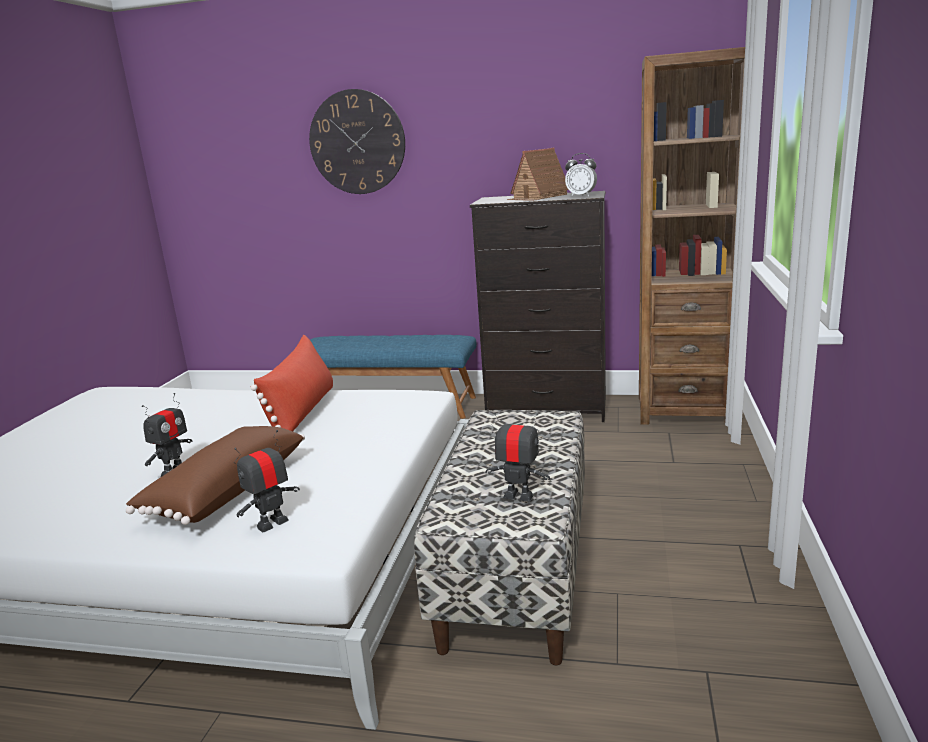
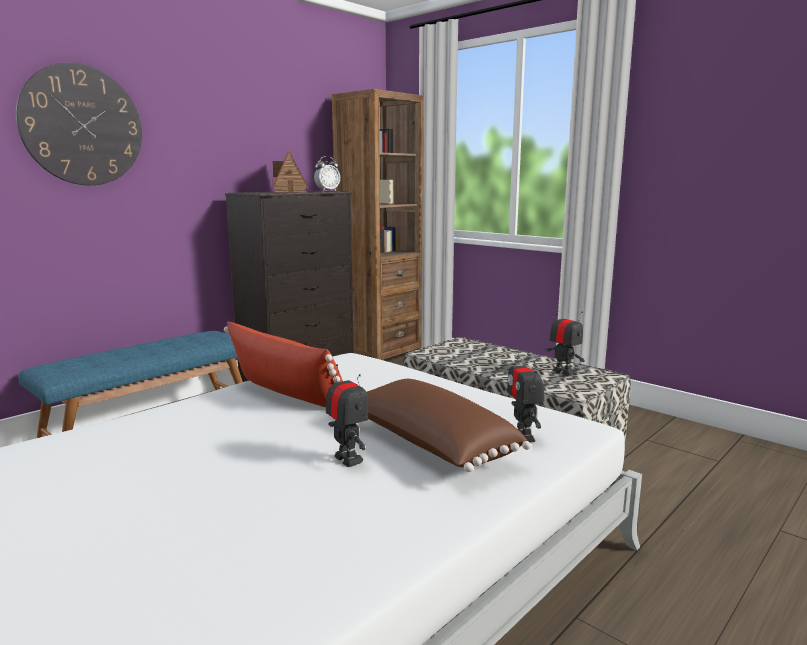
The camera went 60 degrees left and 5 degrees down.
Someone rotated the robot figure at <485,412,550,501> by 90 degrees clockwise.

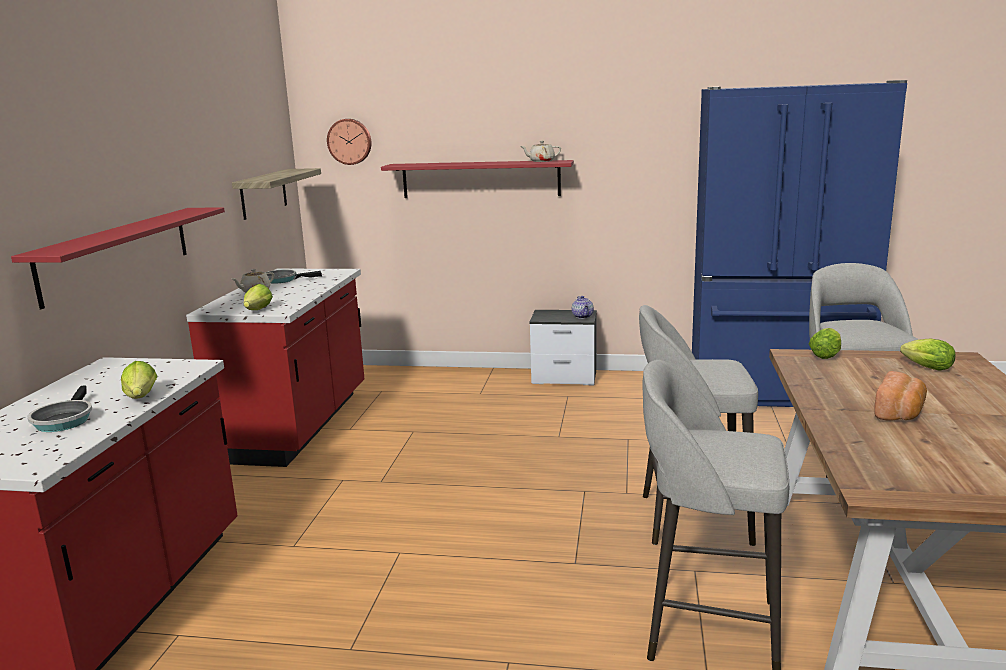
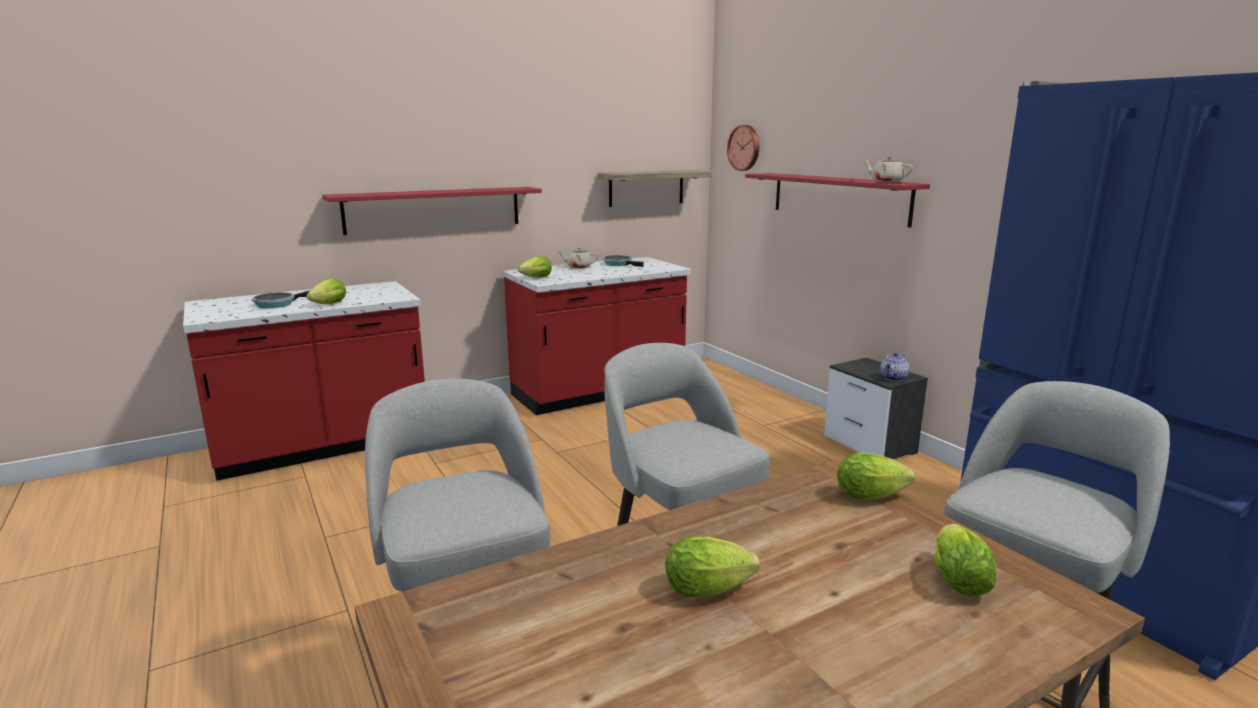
The camera went 50 degrees right and 0 degrees up.
Someone swapped the bread at <874,371,927,420> for the lettuce at <666,536,760,597>.

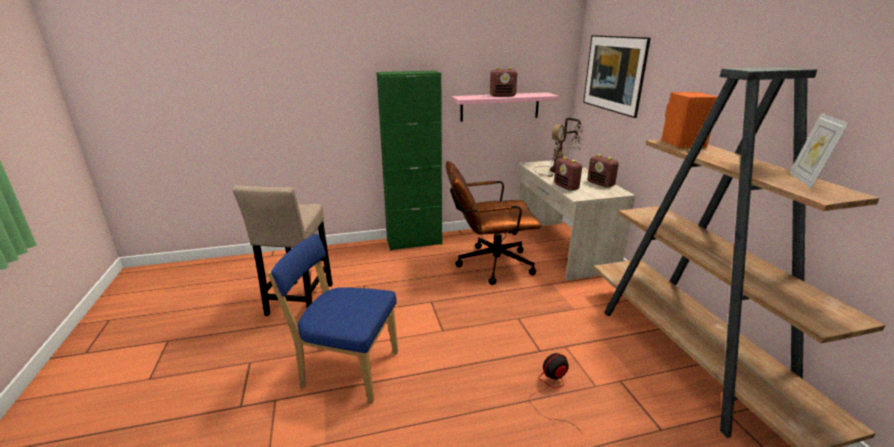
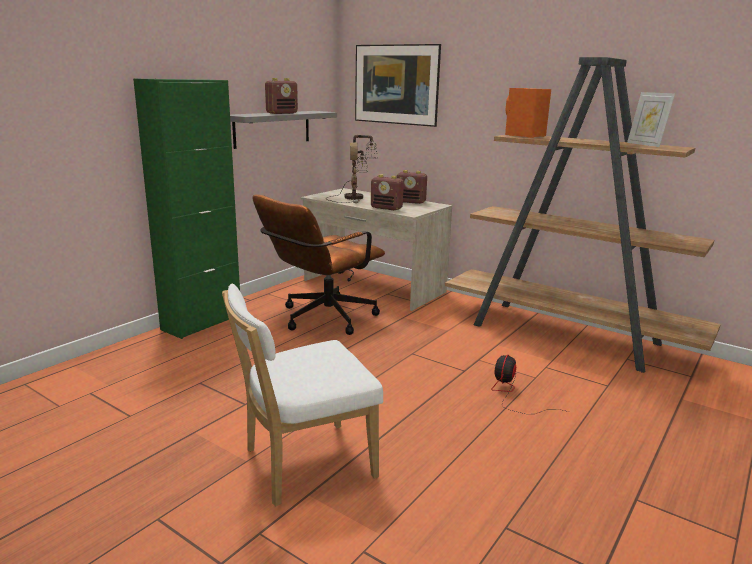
The camera went 40 degrees left and 5 degrees down.
Someone took away the stool seat (beige) at <233,185,333,316>.
Someone repainted the plain chair (bluish) at <267,233,398,403>, which became the plain chair (whitish) at <222,284,383,506>.
Someone repainted the shelf (pinkish) at <452,92,559,122>, which became the shelf (grey) at <230,111,337,149>.

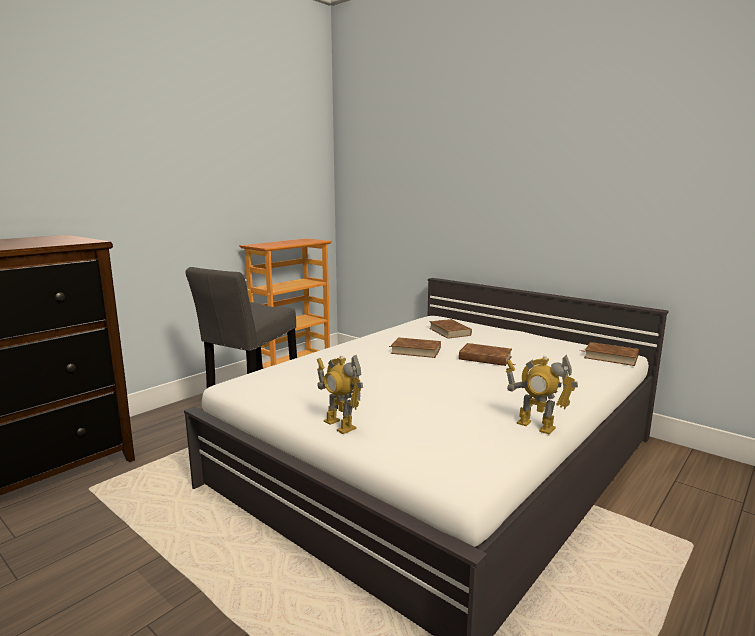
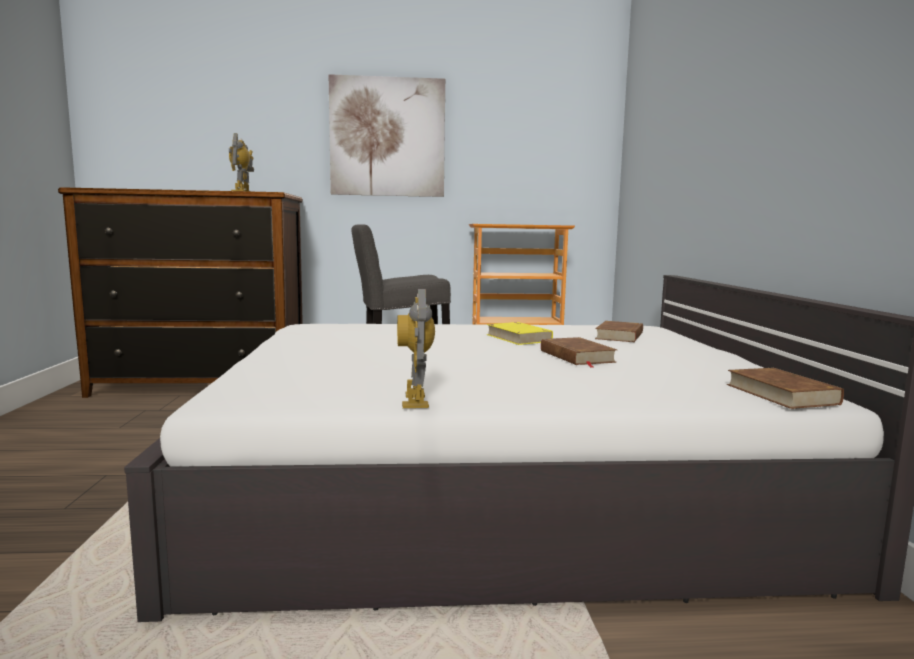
The camera went 45 degrees right and 5 degrees down.
Someone put up the wall art at <329,74,445,197>.
Someone carried the robot figure from <317,355,363,434> to <229,133,254,192>.
Someone repainted the bound book (brown) at <389,337,441,358>, which became the bound book (yellow) at <486,322,553,345>.

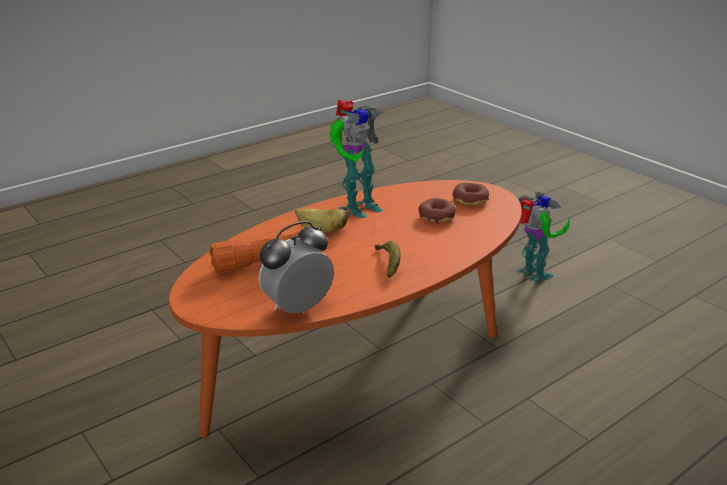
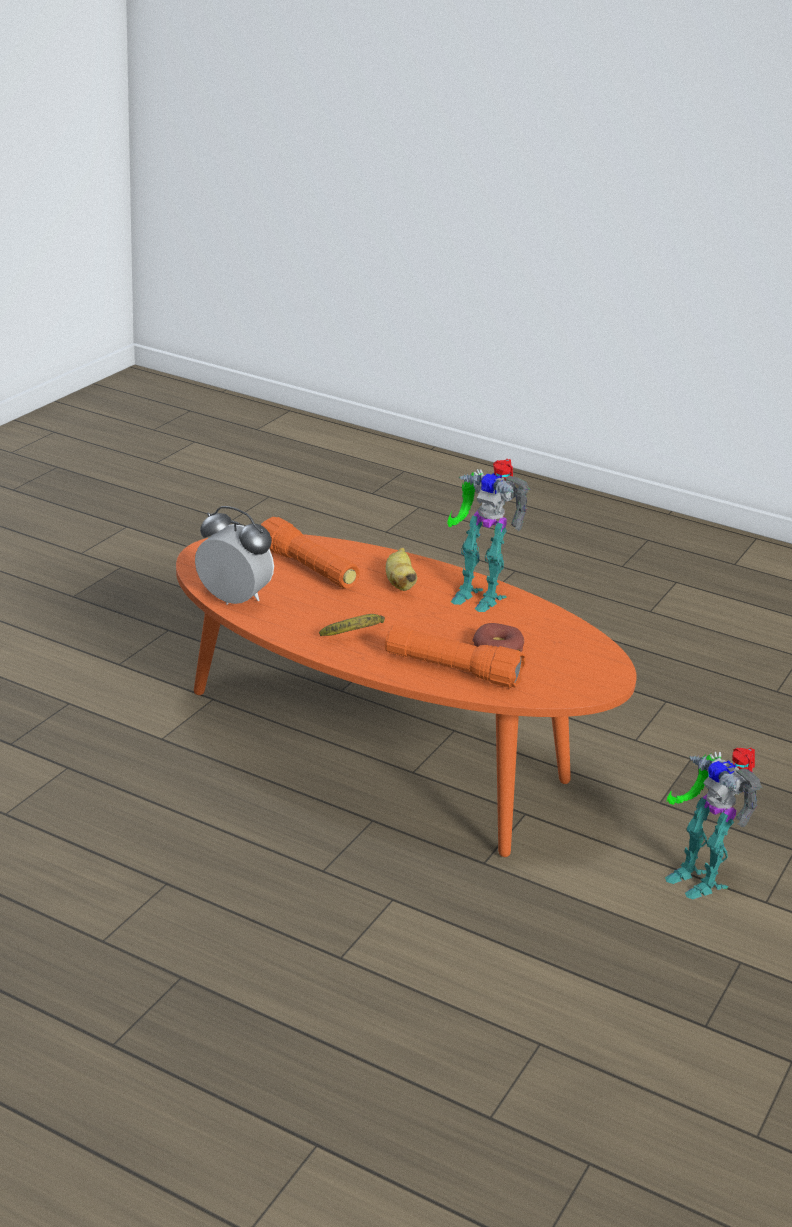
The camera went 65 degrees right and 0 degrees up.
Someone took away the donut at <452,183,489,206>.
Someone put down the hand torch (orange) at <385,625,526,688>.
Someone rotated the robot figure at <516,192,570,284> by 105 degrees clockwise.

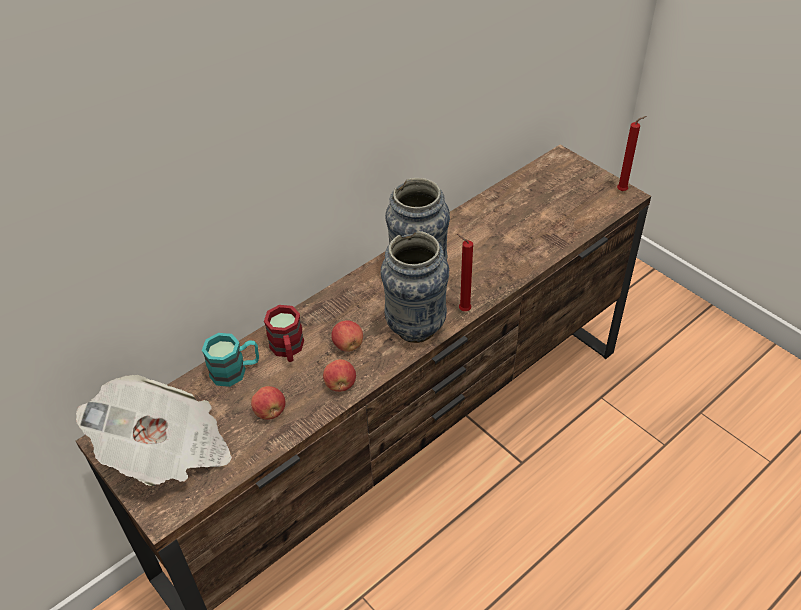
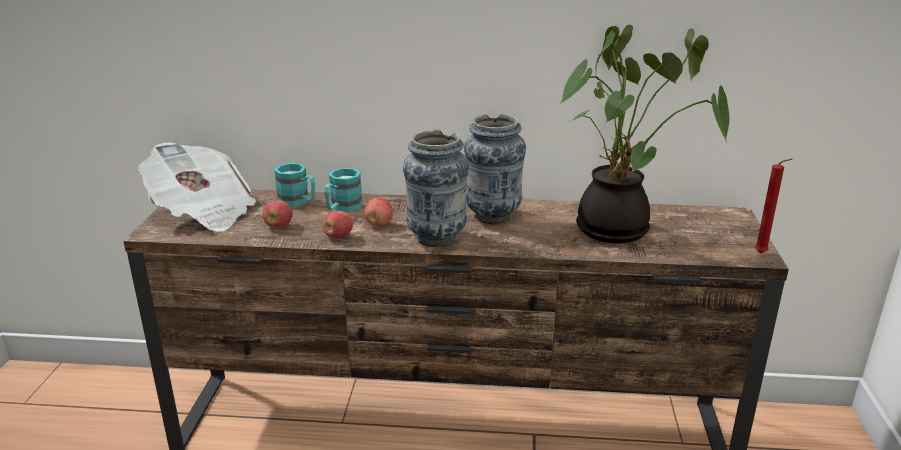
The camera went 45 degrees right and 20 degrees down.
Someone took away the candle (reddish) at <457,234,473,311>.
Someone put down the houseplant at <560,24,730,243>.
Someone repainted the mug (reddish) at <264,305,304,362>, which became the mug (turquoise) at <324,168,363,212>.

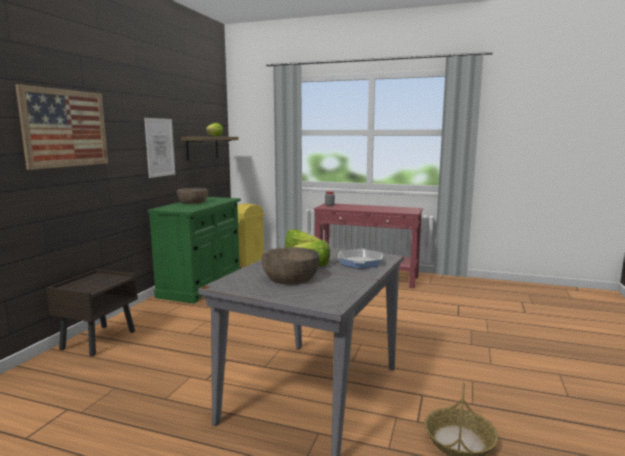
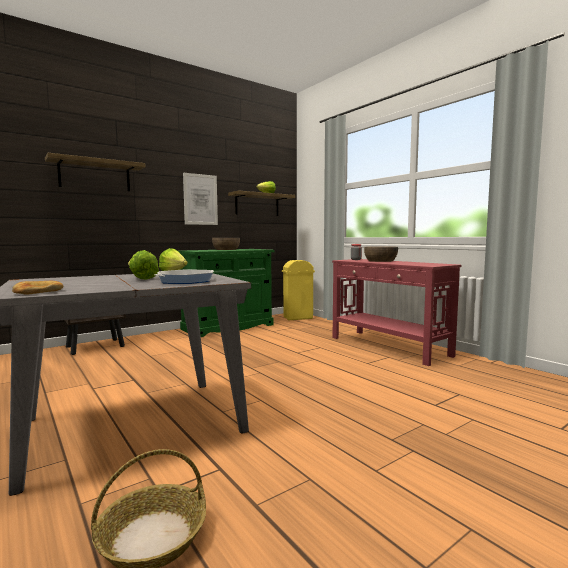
The camera went 35 degrees right and 5 degrees down.
Someone put down the bread at <12,281,63,295>.
Someone carried the deep dish (brown) from <262,247,319,285> to <364,246,398,262>.
Someone swapped the wall art at <15,84,108,170> for the shelf at <45,153,146,191>.

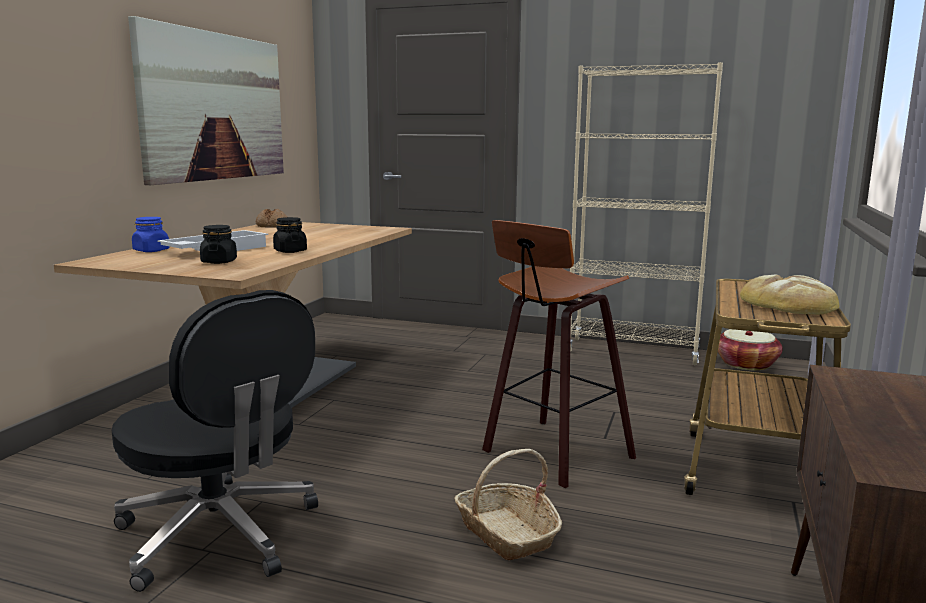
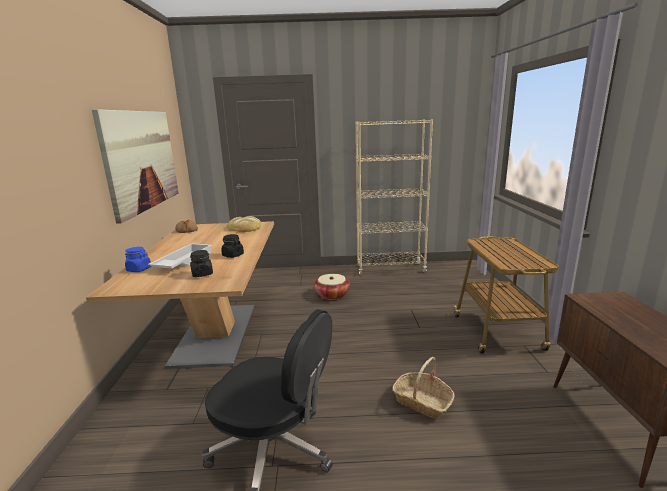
The camera went 20 degrees left and 5 degrees up.
Someone took away the stool seat at <482,220,636,488>.
Someone carried the basket from <718,329,783,370> to <314,274,350,300>.
Someone carried the bread from <740,274,839,315> to <227,216,261,232>.

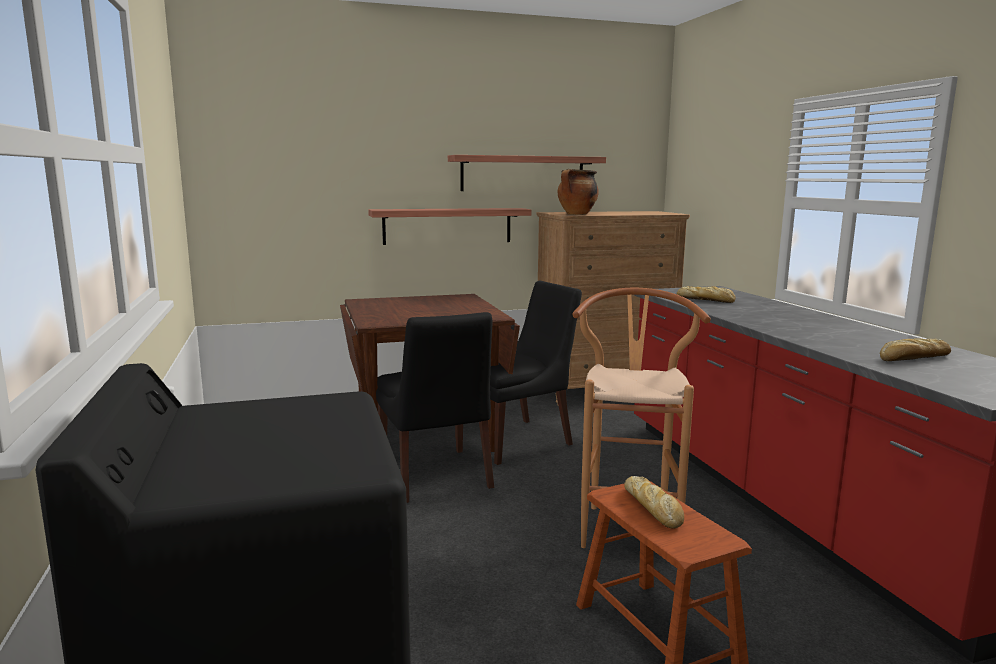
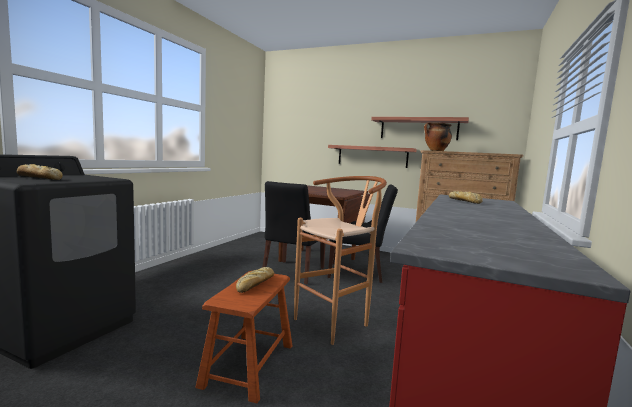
The camera went 40 degrees right and 5 degrees down.
Someone carried the bread from <880,338,951,361> to <17,164,63,180>.

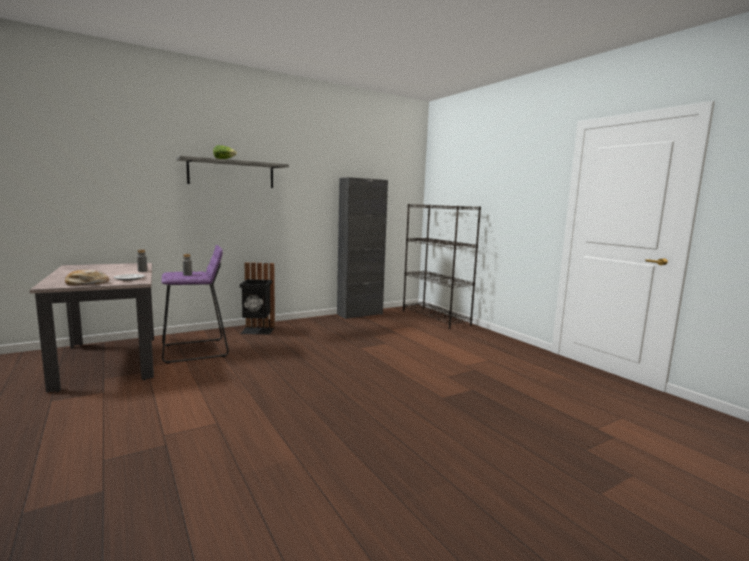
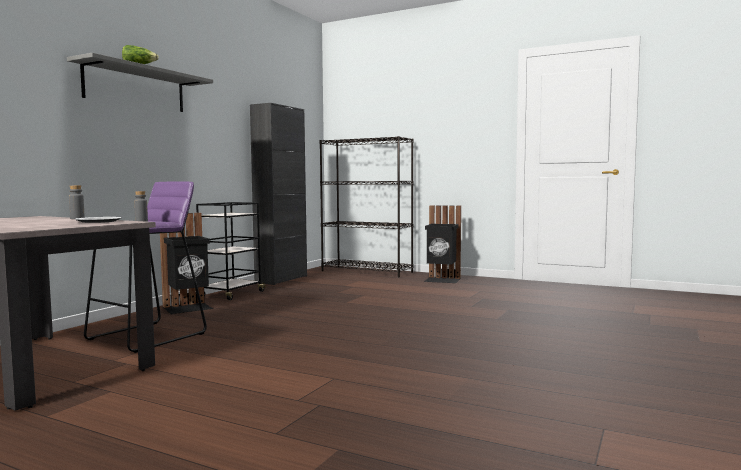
The camera went 30 degrees left and 5 degrees down.
Someone took away the bread at <65,270,109,285>.
Someone put down the trolley (black) at <196,202,266,300>.
Someone put down the waste bin (black) at <424,205,461,283>.

